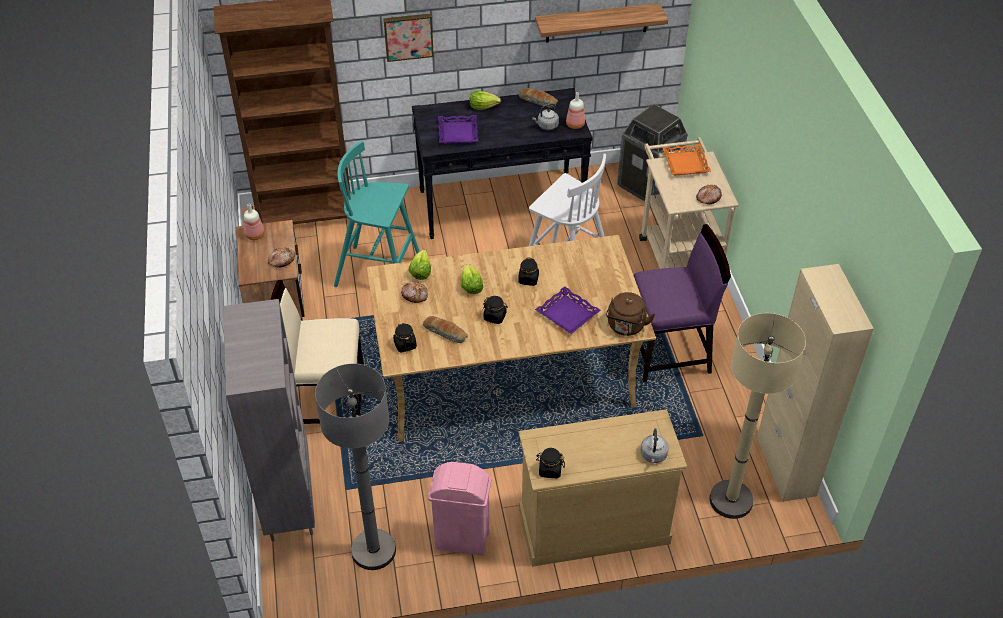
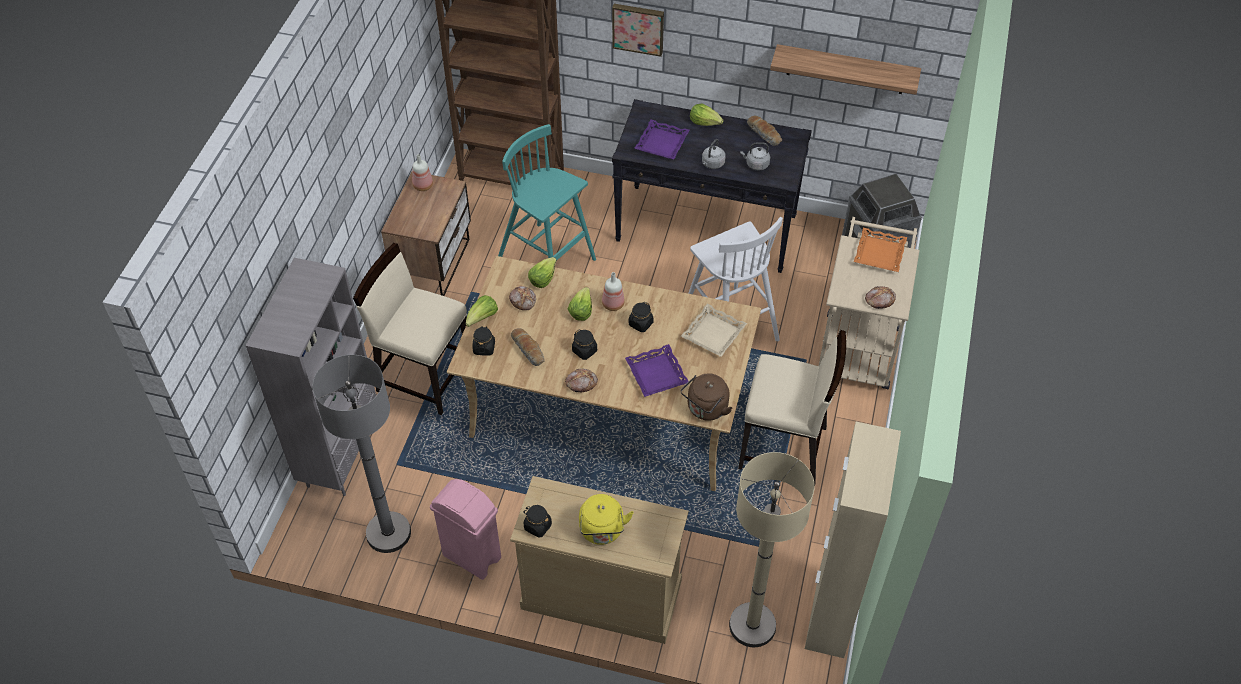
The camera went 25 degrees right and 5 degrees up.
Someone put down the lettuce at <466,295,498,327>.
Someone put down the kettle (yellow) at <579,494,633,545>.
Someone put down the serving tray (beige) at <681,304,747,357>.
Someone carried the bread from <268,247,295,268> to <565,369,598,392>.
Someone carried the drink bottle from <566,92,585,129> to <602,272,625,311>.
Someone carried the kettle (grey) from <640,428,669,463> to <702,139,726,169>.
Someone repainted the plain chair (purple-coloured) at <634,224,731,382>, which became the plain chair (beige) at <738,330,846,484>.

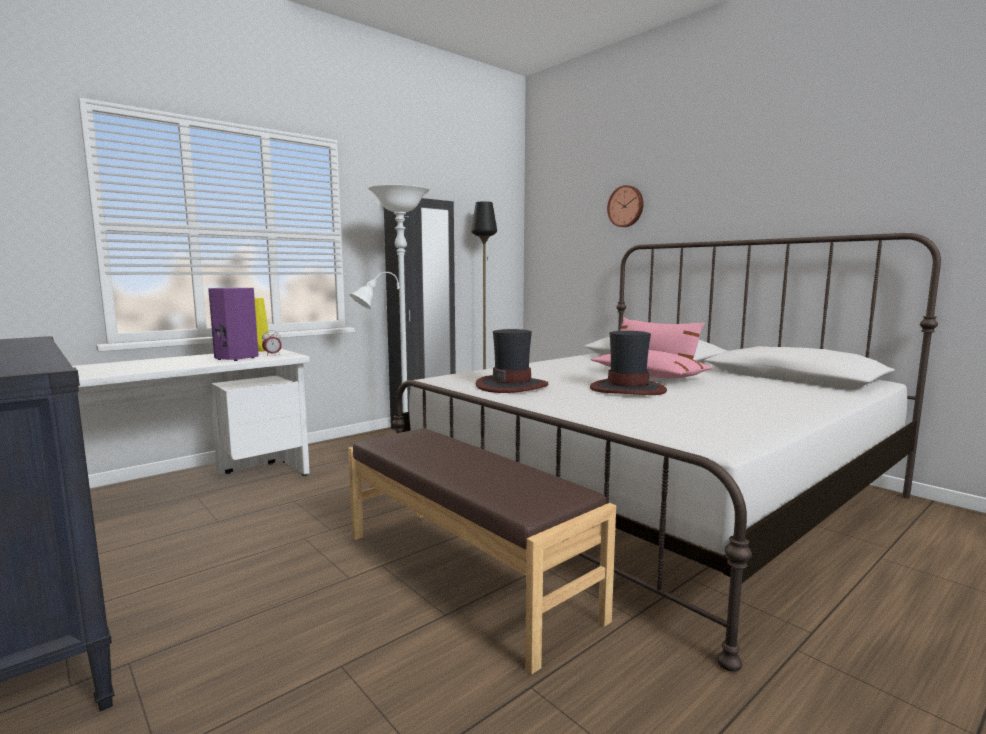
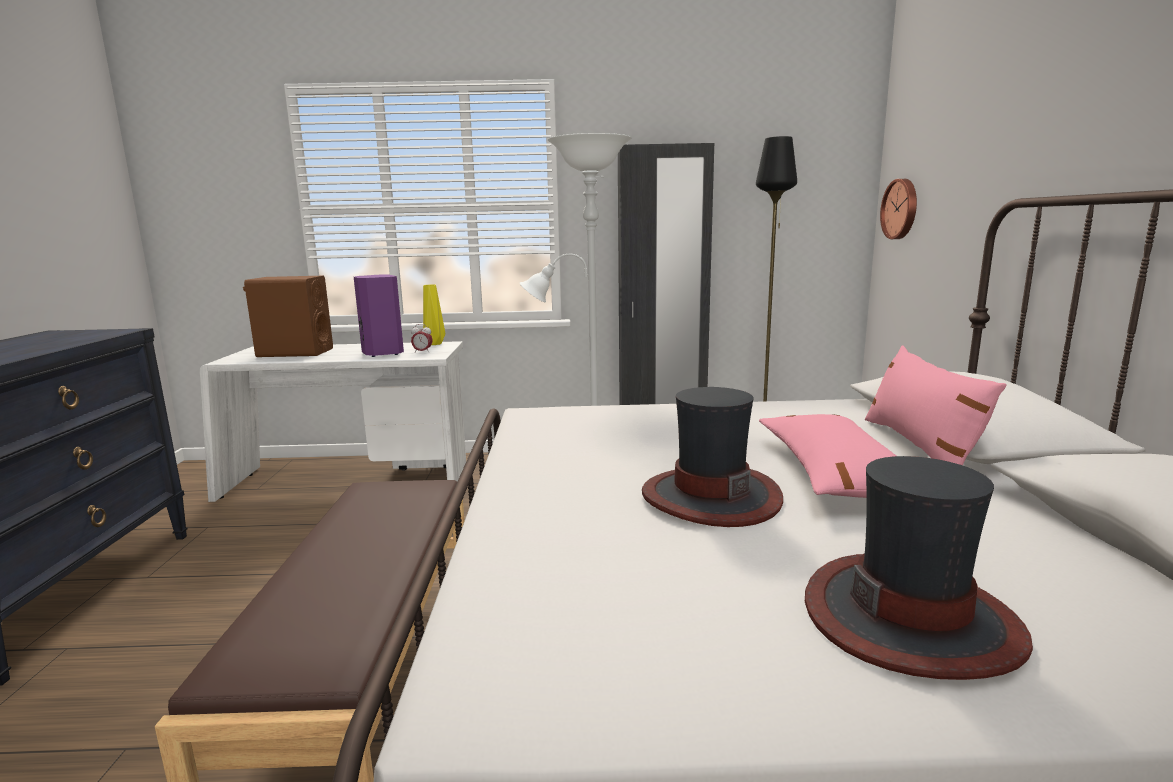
The camera went 40 degrees right and 5 degrees up.
Someone put down the speaker (brown) at <243,276,333,357>.
Someone carried the clothing hat from <476,329,548,393> to <805,456,1033,680>.
Someone carried the clock on the wall from <607,185,643,227> to <880,179,917,239>.

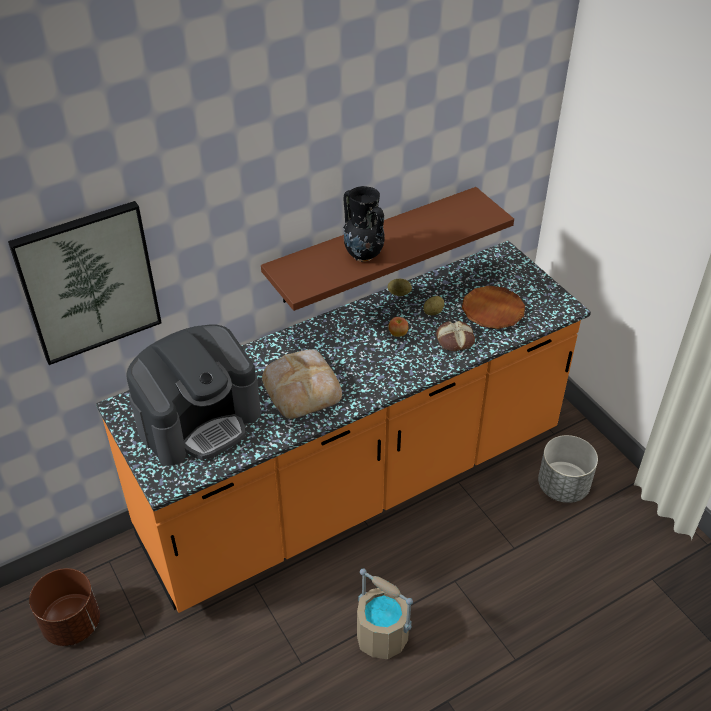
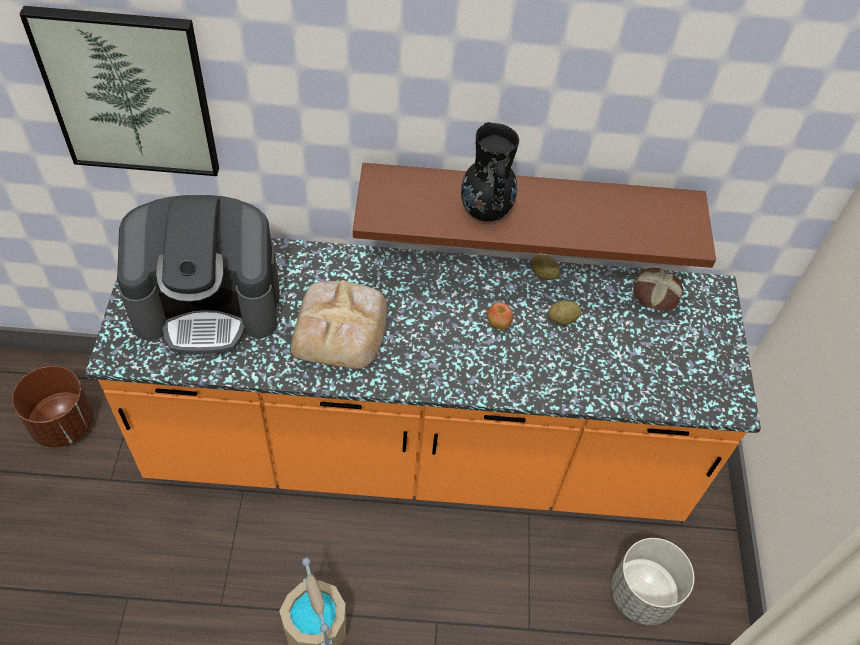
The camera went 30 degrees right and 10 degrees up.
Someone took away the flat dish (brown) at <462,286,525,329>.
Someone carried the bread from <436,321,475,351> to <634,268,683,311>.

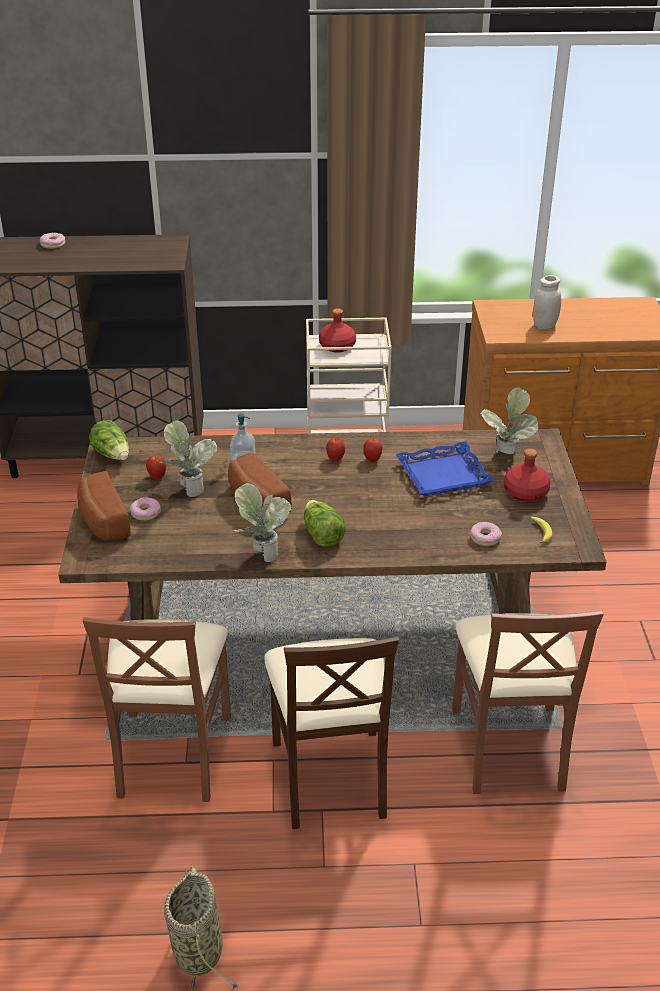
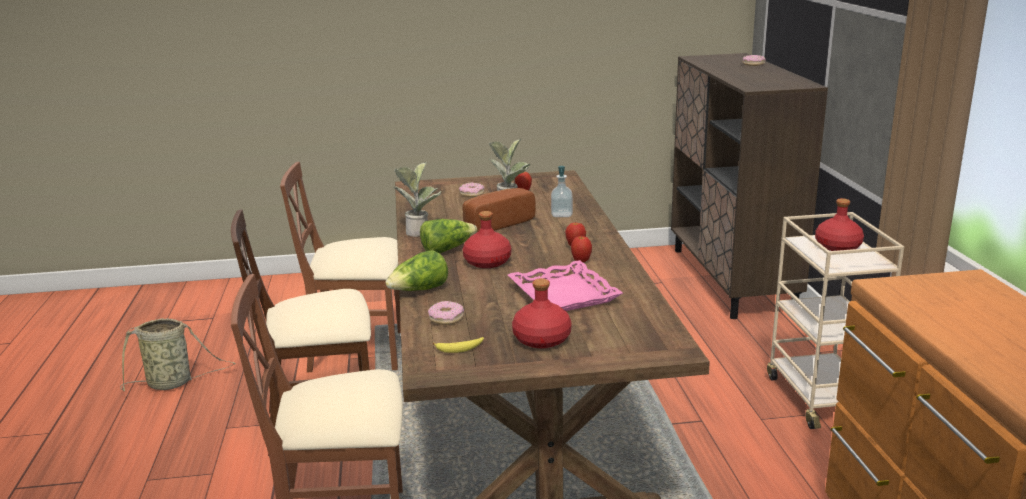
The camera went 85 degrees right and 15 degrees down.
Someone took away the bread at <77,471,131,541>.
Someone took away the houseplant at <480,387,538,454>.
Someone took away the jar (whitish) at <533,275,561,329>.
Someone put down the drink bottle (reddish) at <463,211,511,268>.
Someone carried the lettuce from <89,420,129,460> to <385,250,448,291>.
Someone repainted the serving tray (bluish) at <396,441,494,496>, which became the serving tray (pinkish) at <508,260,623,311>.

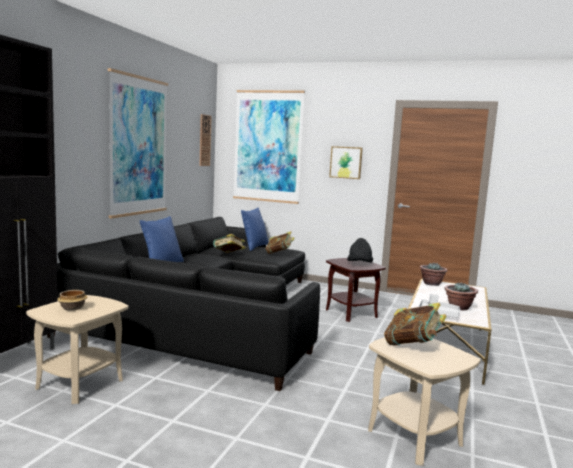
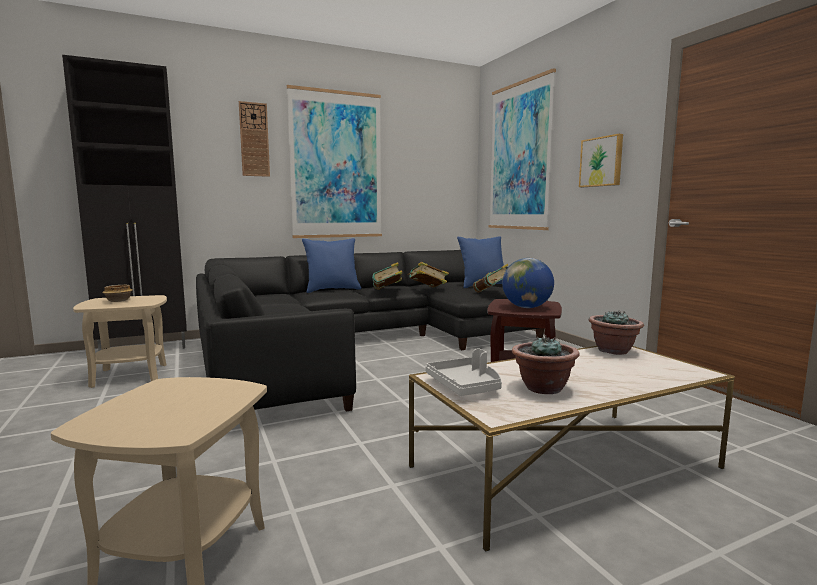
The camera went 45 degrees right and 0 degrees up.
Someone carried the clock on the wall from <199,114,212,166> to <239,101,270,177>.
Someone carried the bound book from <384,303,446,346> to <372,262,402,289>.
Someone swapped the clothing hat (black) at <347,238,373,263> for the globe at <502,258,554,308>.

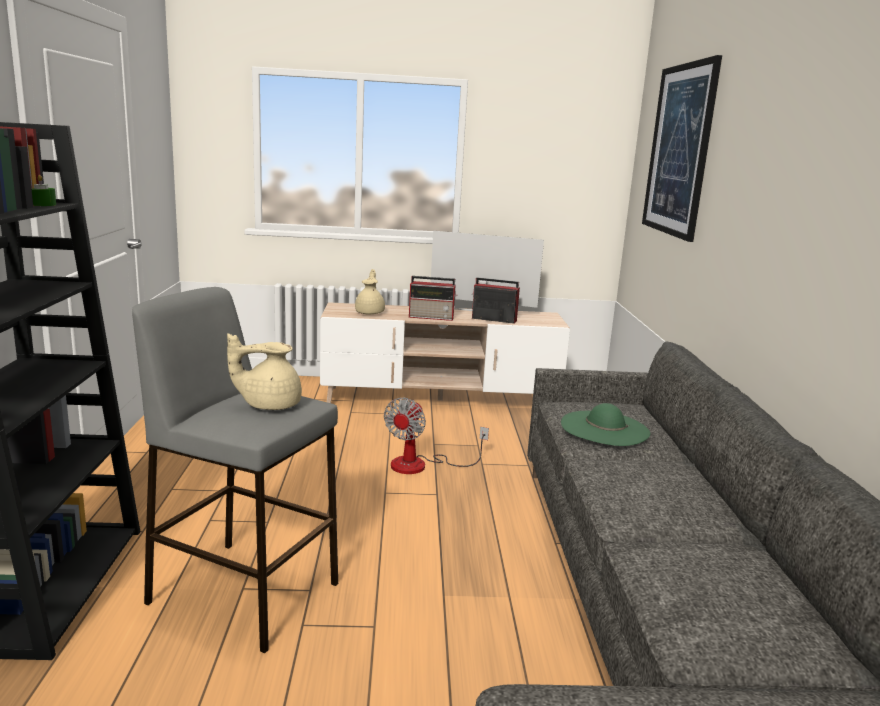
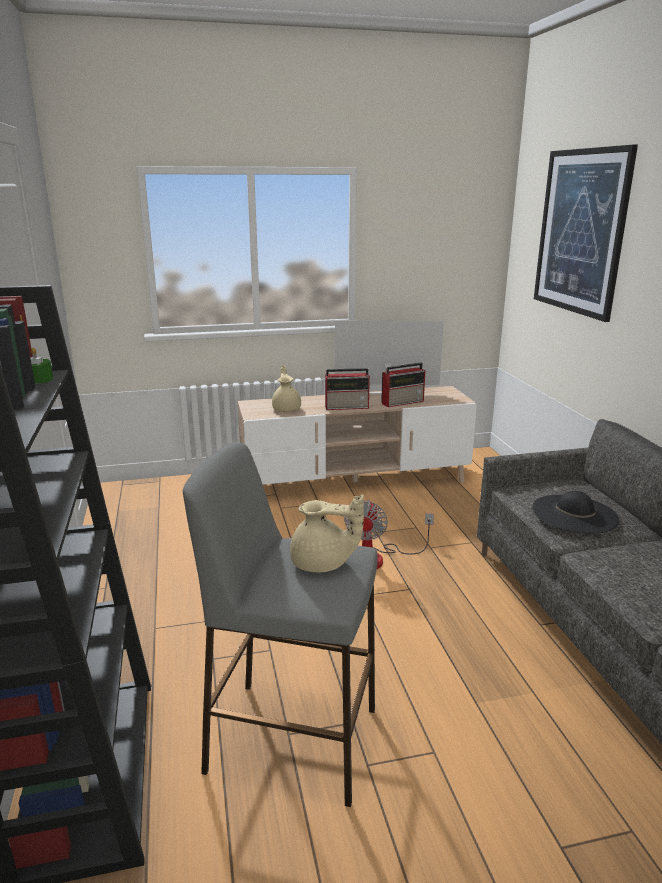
The camera went 10 degrees left and 5 degrees up.
Someone repainted the clothing hat (green) at <561,403,650,446>, which became the clothing hat (black) at <532,491,619,533>.
Someone rotated the teapot (beige) at <227,333,302,410> by 150 degrees counterclockwise.
Someone rotated the radio receiver at <471,277,520,324> by 150 degrees clockwise.

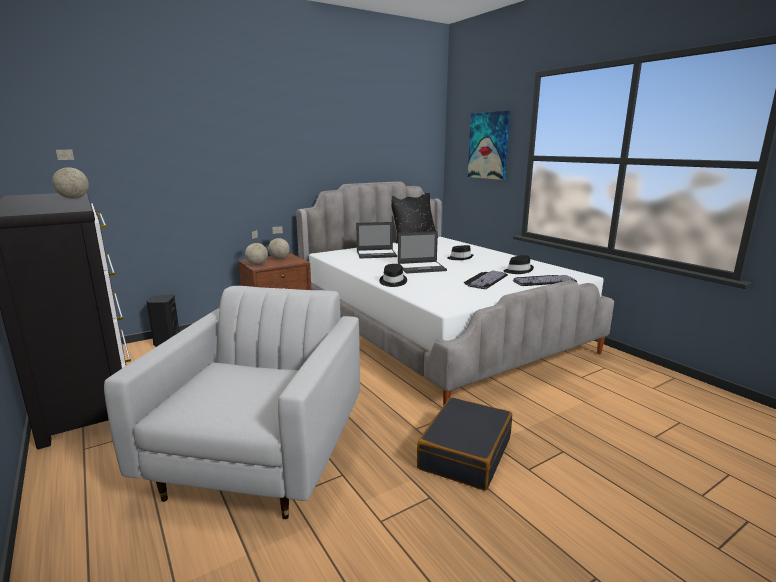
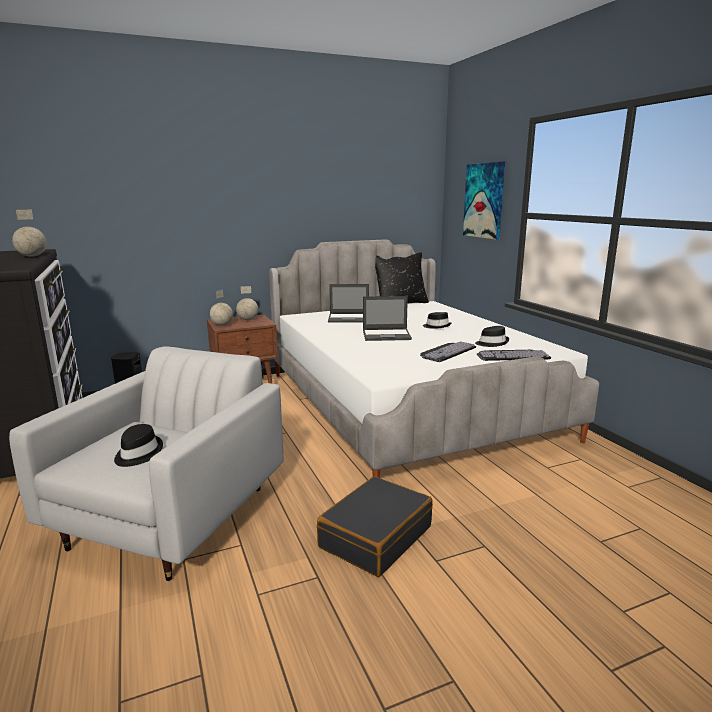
The camera went 10 degrees right and 0 degrees up.
Someone carried the clothing hat (black) from <379,264,407,287> to <114,424,163,467>.

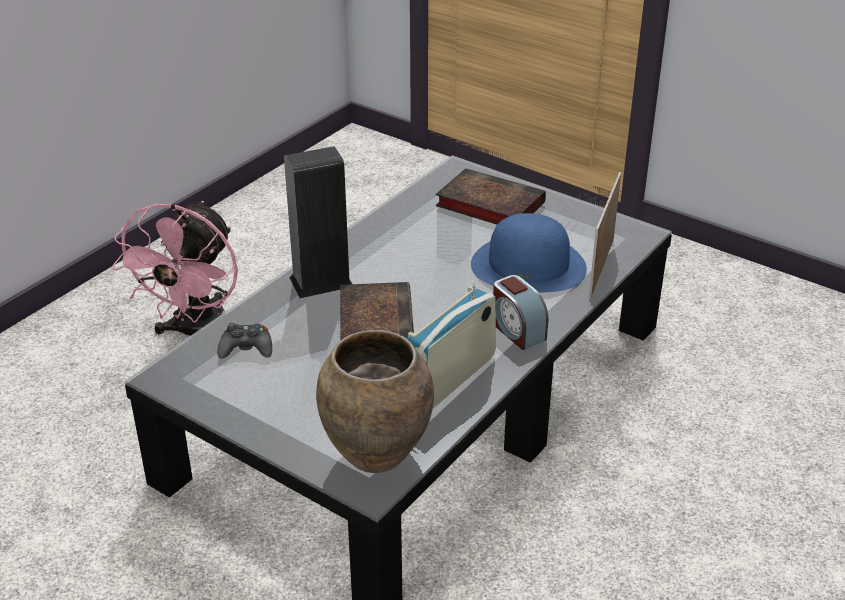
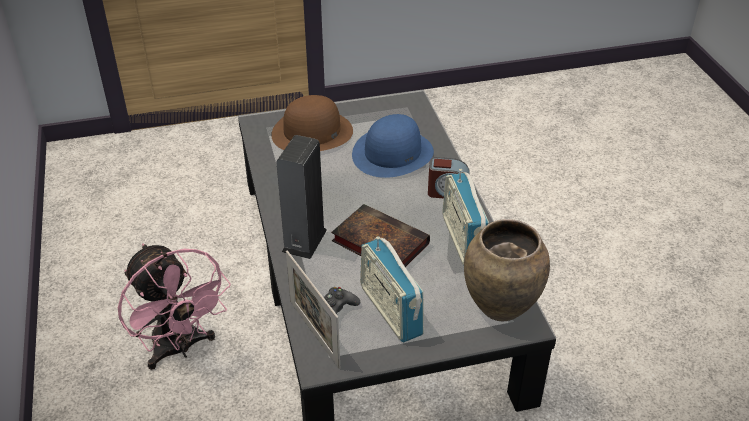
The camera went 50 degrees left and 5 degrees up.
Someone put down the radio receiver at <360,236,424,343>.
Someone carried the picture frame from <589,172,621,299> to <286,251,340,369>.
Someone swapped the bound book at <436,168,546,225> for the clothing hat (brown) at <271,95,353,151>.

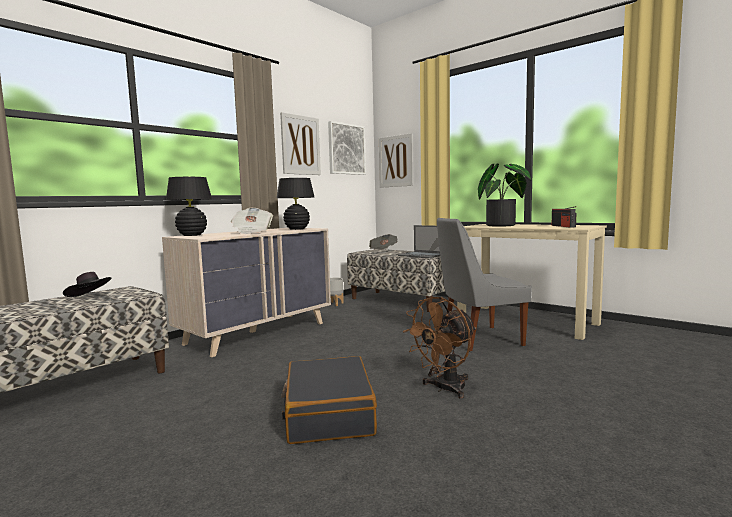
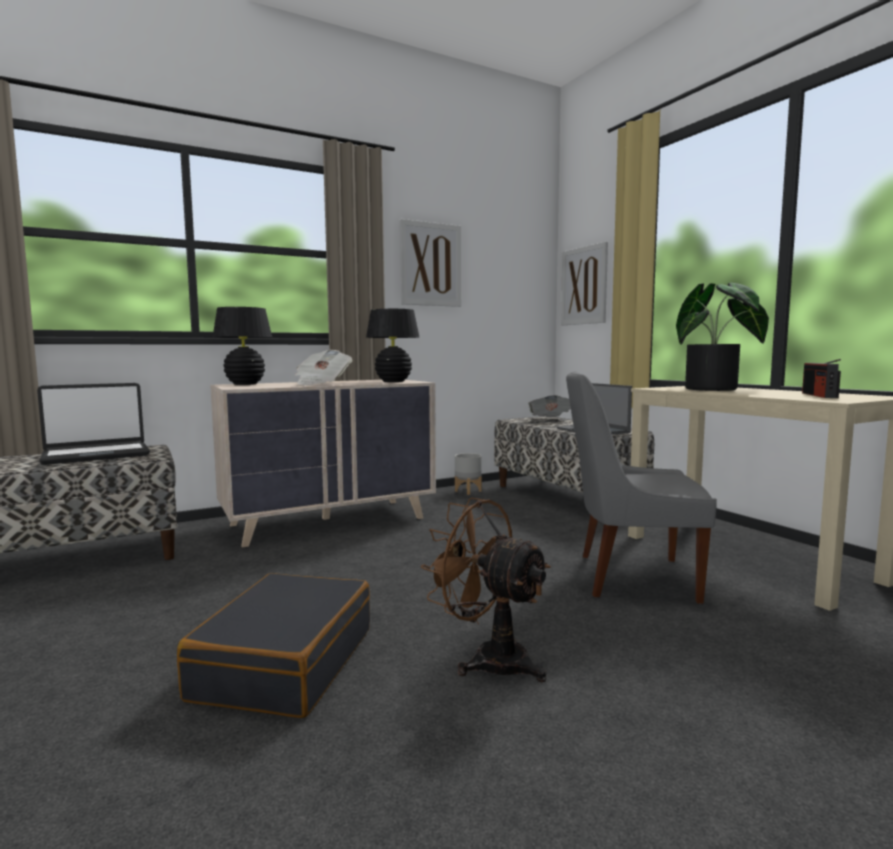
The camera went 20 degrees right and 0 degrees up.
Someone took away the wall art at <328,121,366,175>.
Someone swapped the clothing hat (black) at <63,272,112,297> for the portable computer at <37,383,150,465>.
Someone rotated the cooling fan (brown) at <403,297,476,399> by 60 degrees clockwise.

